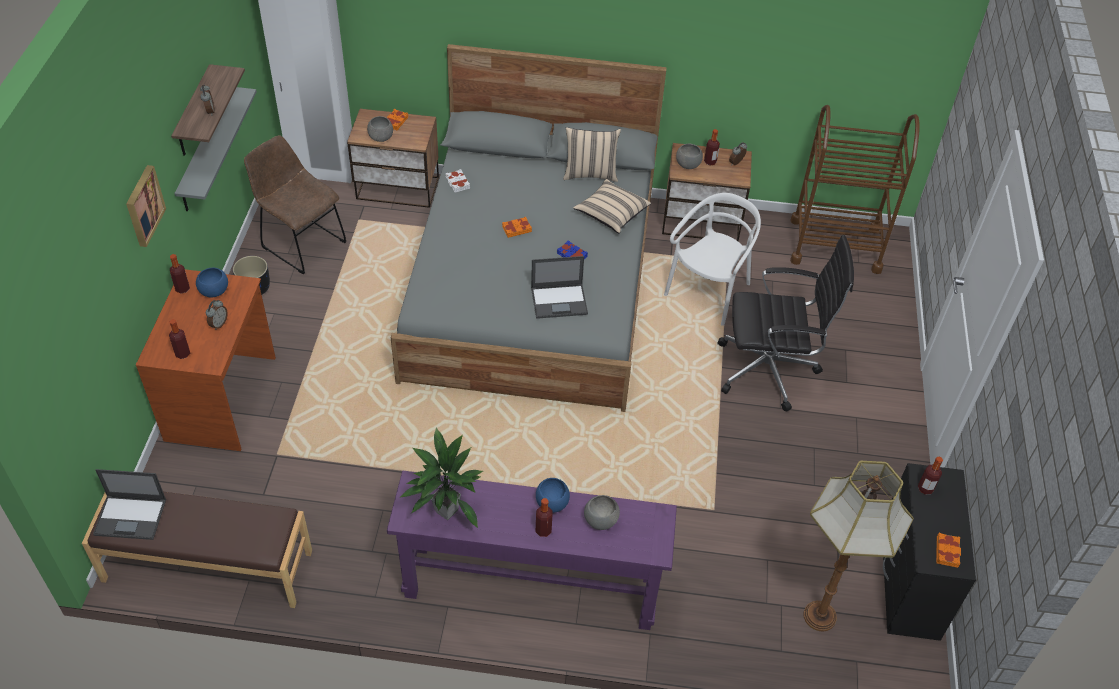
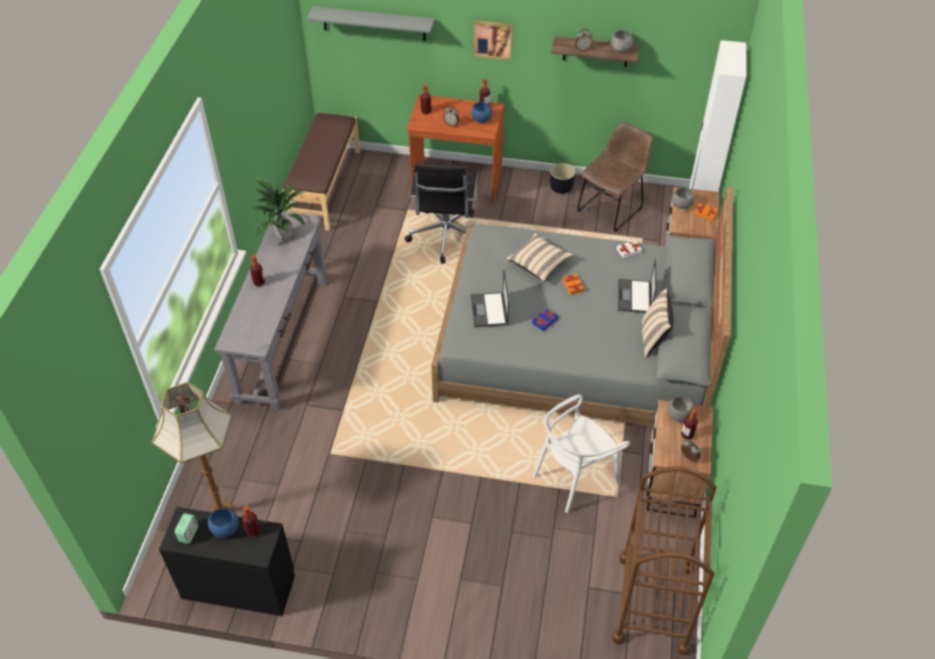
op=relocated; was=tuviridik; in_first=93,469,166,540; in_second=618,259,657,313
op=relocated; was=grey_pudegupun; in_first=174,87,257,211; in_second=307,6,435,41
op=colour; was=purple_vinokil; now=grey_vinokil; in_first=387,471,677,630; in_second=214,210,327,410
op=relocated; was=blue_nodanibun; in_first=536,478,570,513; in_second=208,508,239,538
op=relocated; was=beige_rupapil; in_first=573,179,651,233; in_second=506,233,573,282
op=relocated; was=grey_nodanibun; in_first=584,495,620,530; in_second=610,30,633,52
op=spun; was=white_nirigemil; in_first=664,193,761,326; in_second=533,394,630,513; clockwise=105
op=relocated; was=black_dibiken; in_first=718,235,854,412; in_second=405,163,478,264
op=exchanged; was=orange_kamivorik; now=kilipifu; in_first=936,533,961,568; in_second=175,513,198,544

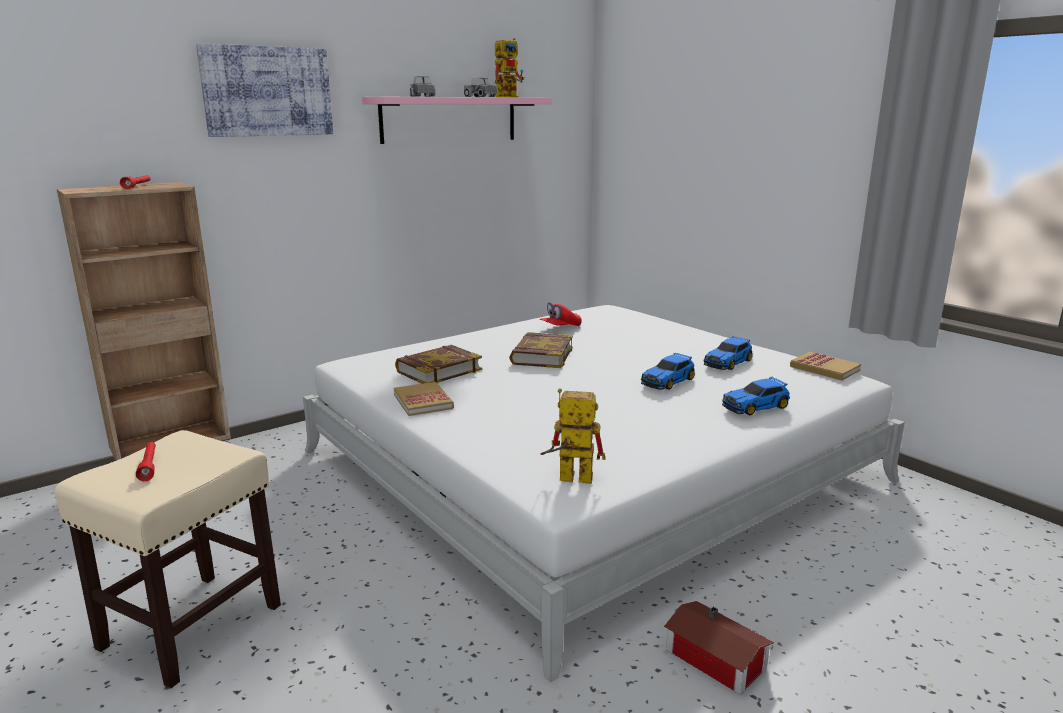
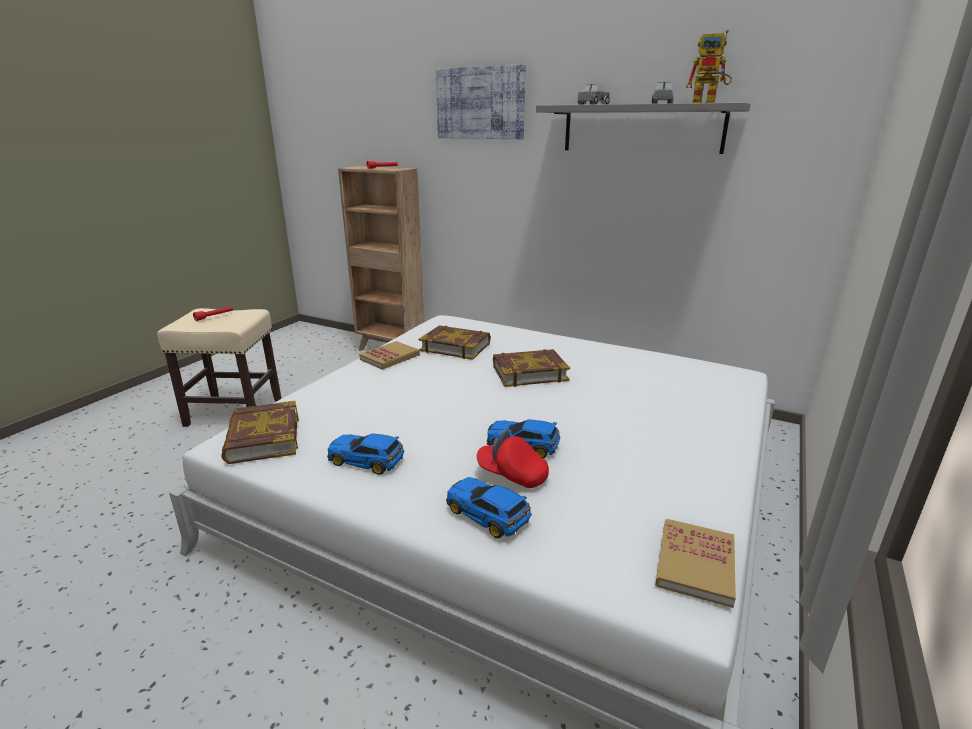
op=colour; was=pink_pudegupun; now=grey_pudegupun; in_first=362,97,552,144; in_second=536,102,750,154
op=relocated; was=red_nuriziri; in_first=539,302,582,326; in_second=477,429,549,488
op=exchanged; was=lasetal; now=kamivorik; in_first=541,388,605,484; in_second=221,401,299,464
op=missing; was=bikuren; in_first=664,601,774,695
op=relocated; was=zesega; in_first=703,336,753,370; in_second=327,433,405,475

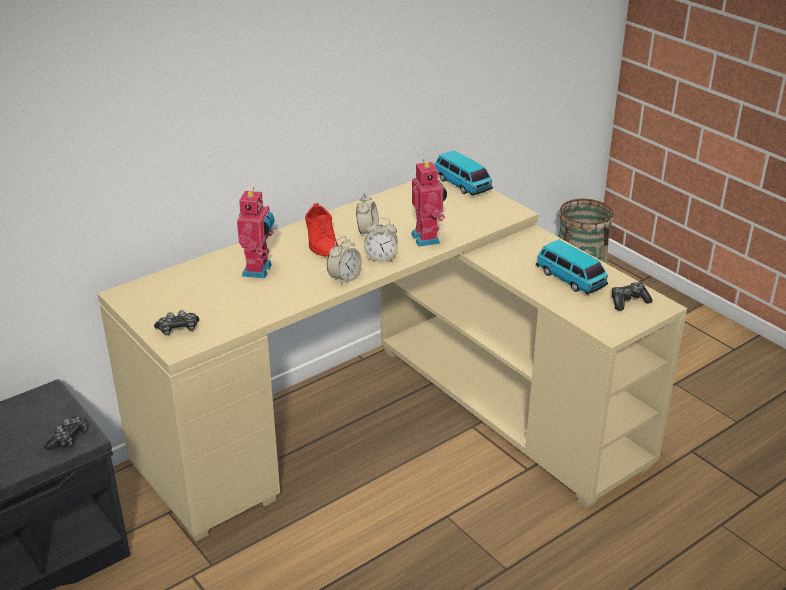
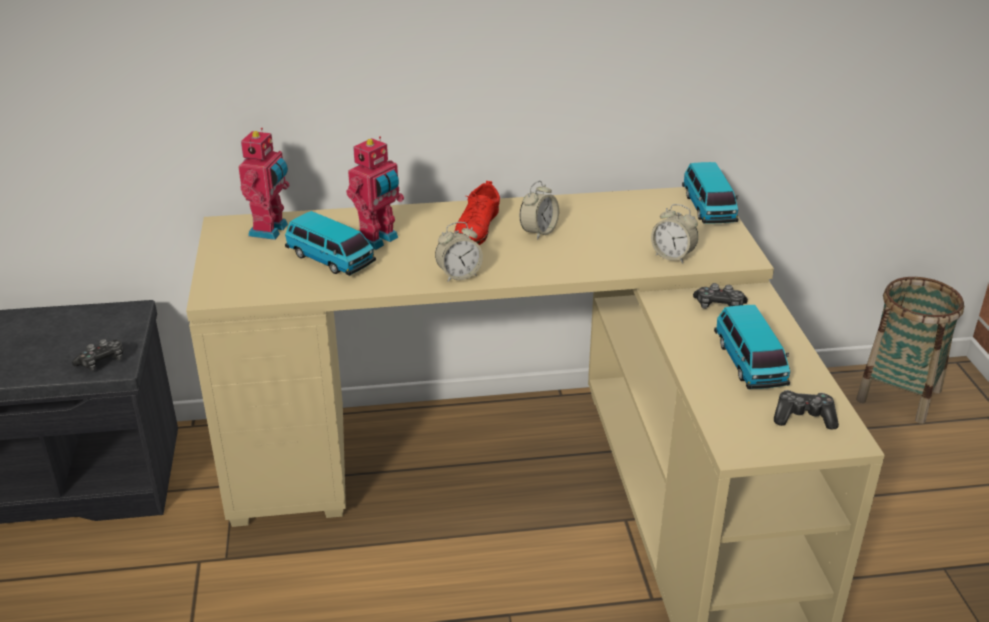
op=relocated; was=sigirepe; in_first=154,310,199,335; in_second=693,283,748,309
op=relocated; was=kilipifu; in_first=364,218,398,262; in_second=651,204,698,263
op=relocated; was=lasetal; in_first=411,159,447,247; in_second=238,127,290,240
op=appeared; now=zesega; in_second=285,211,376,276

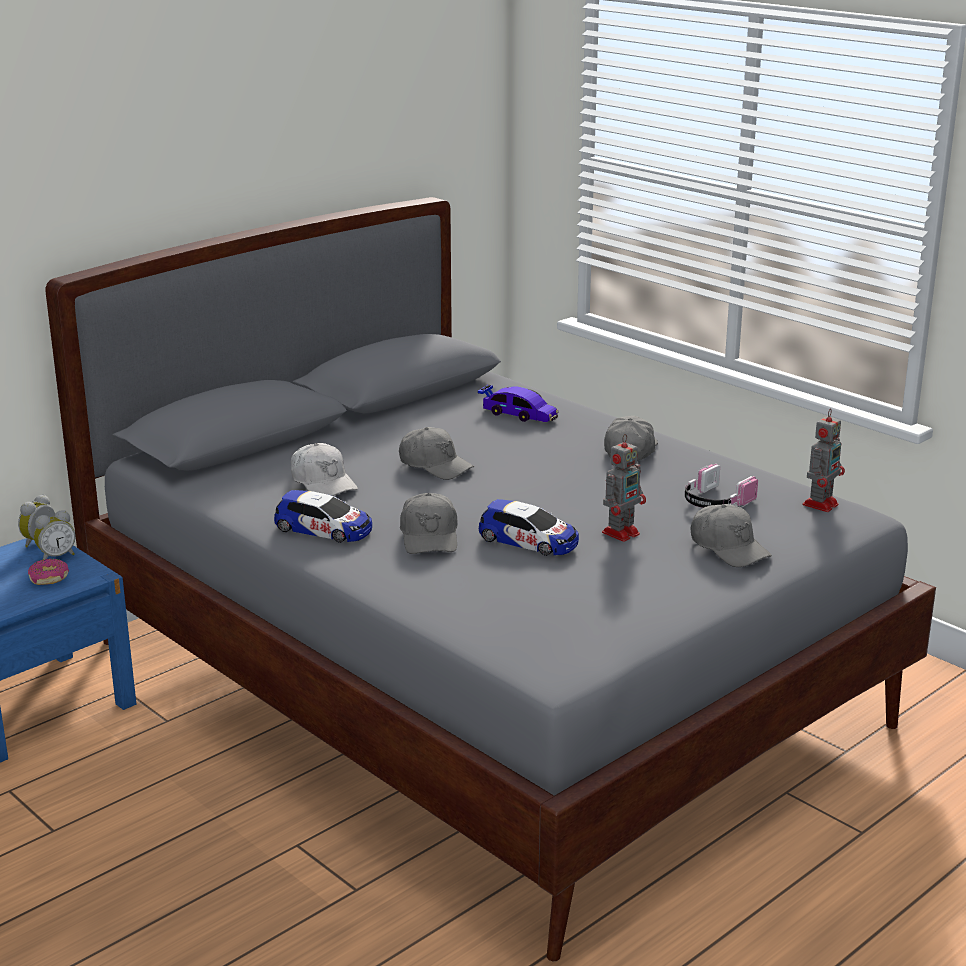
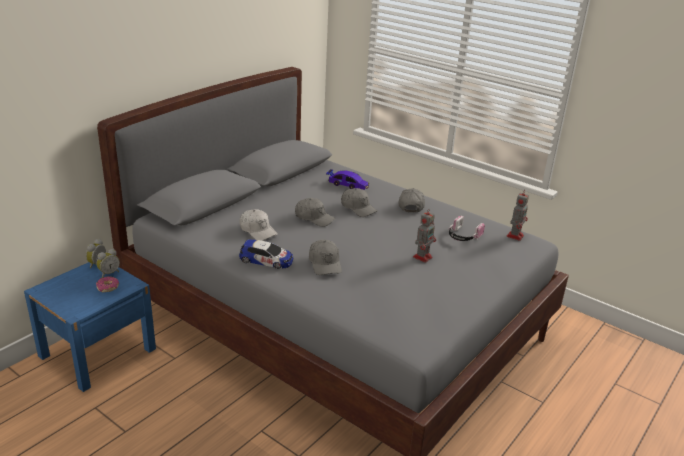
op=missing; was=zesega; in_first=479,499,579,556
op=relocated; was=grey_nuriziri; in_first=691,504,772,567; in_second=341,188,378,217

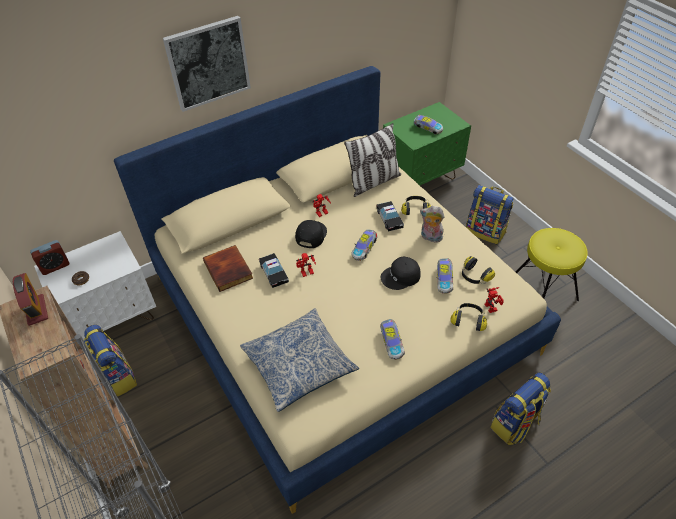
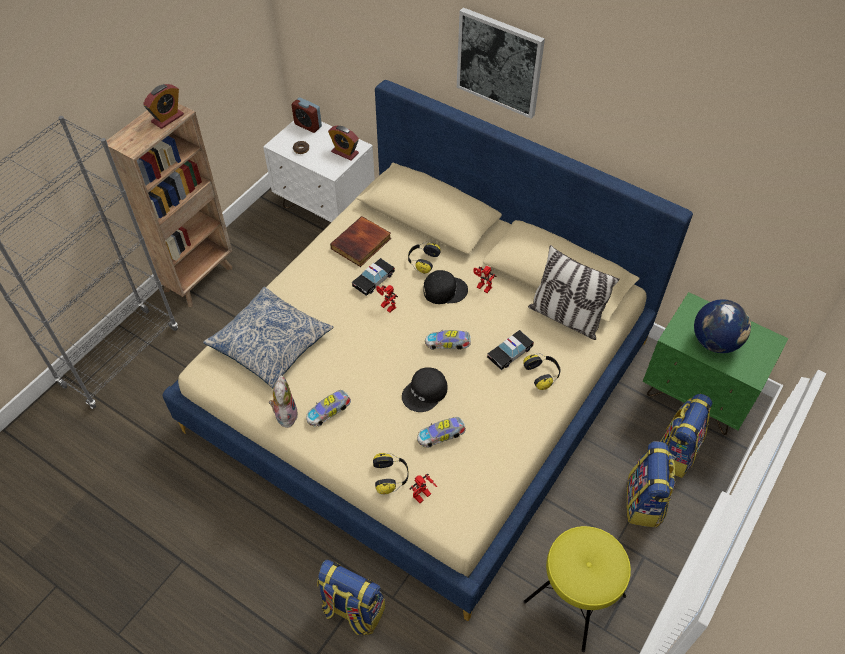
op=relocated; was=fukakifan; in_first=84,325,137,397; in_second=660,394,712,478
op=spun; was=black_nuriziri; in_first=381,257,420,290; in_second=402,367,448,412; clockwise=-90
op=exchanged; was=zesega; now=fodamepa; in_first=414,115,443,134; in_second=694,299,751,353
op=relocated; was=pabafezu; in_first=420,206,445,243; in_second=269,375,298,428
op=relocated; was=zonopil; in_first=462,256,495,284; in_second=408,241,441,274
op=appeared; now=kilipifu; in_second=328,125,359,161

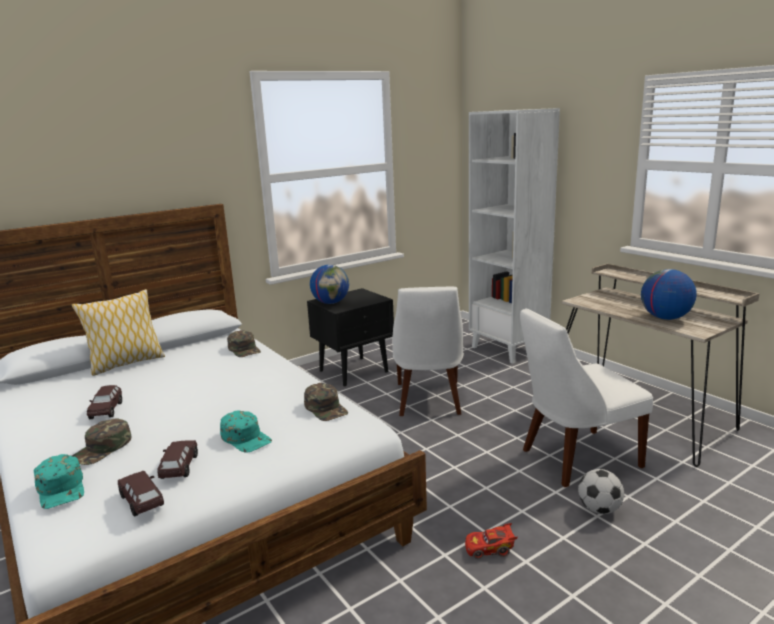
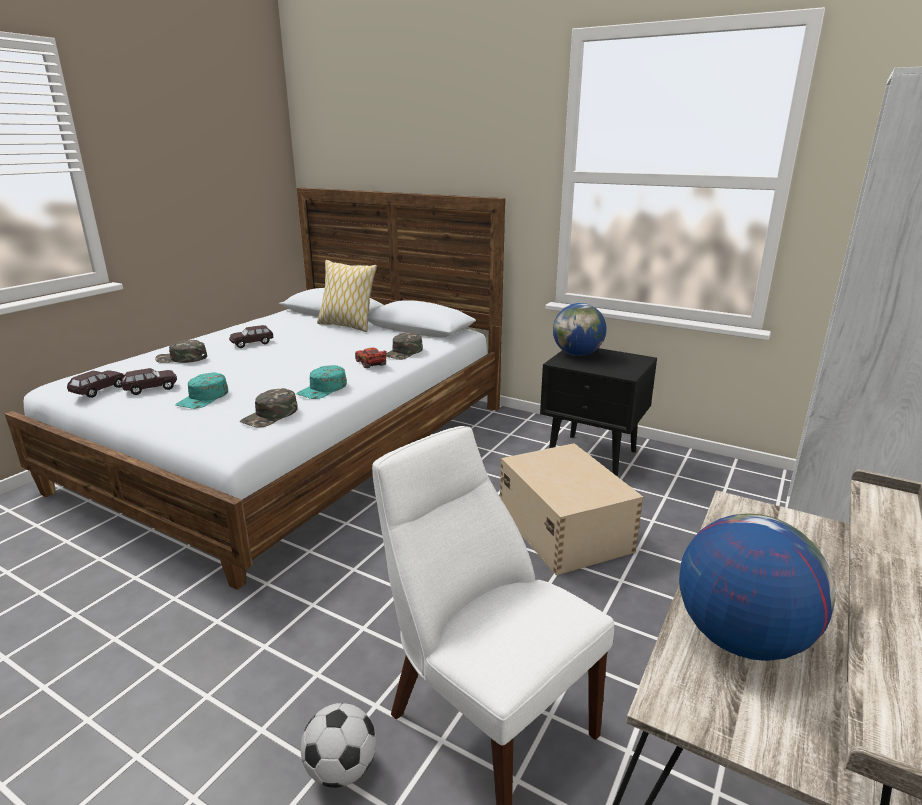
op=relocated; was=turquoise_nuriziri; in_first=34,454,84,509; in_second=296,365,347,399
op=exchanged; was=white_nirigemil; now=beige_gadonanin; in_first=392,287,464,416; in_second=500,443,643,575
op=relocated; was=red_zesega; in_first=465,523,518,559; in_second=355,348,387,368

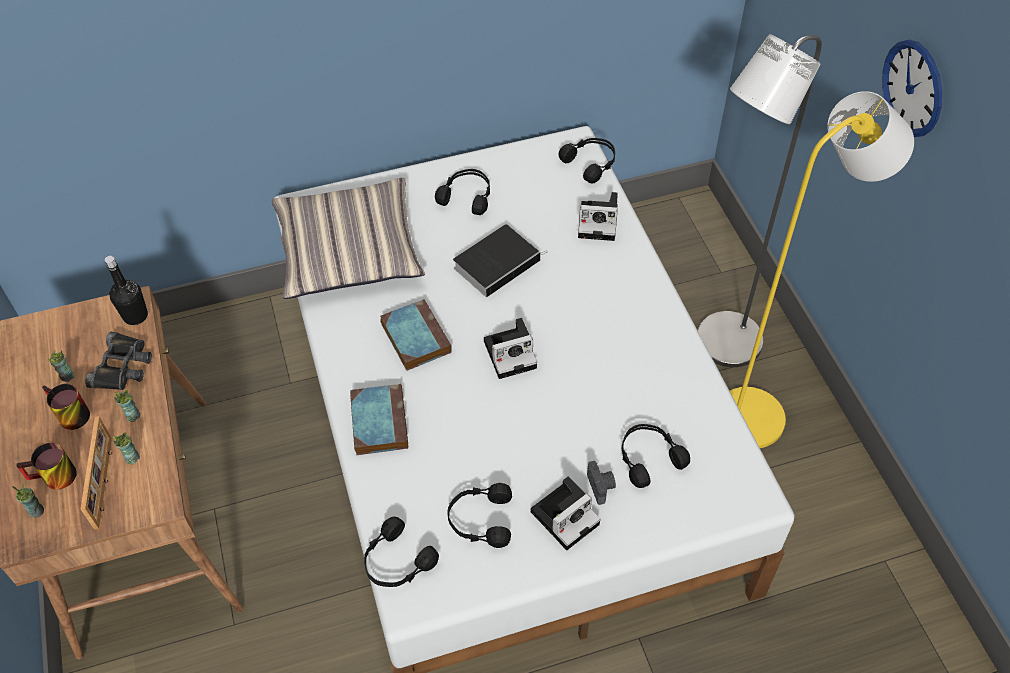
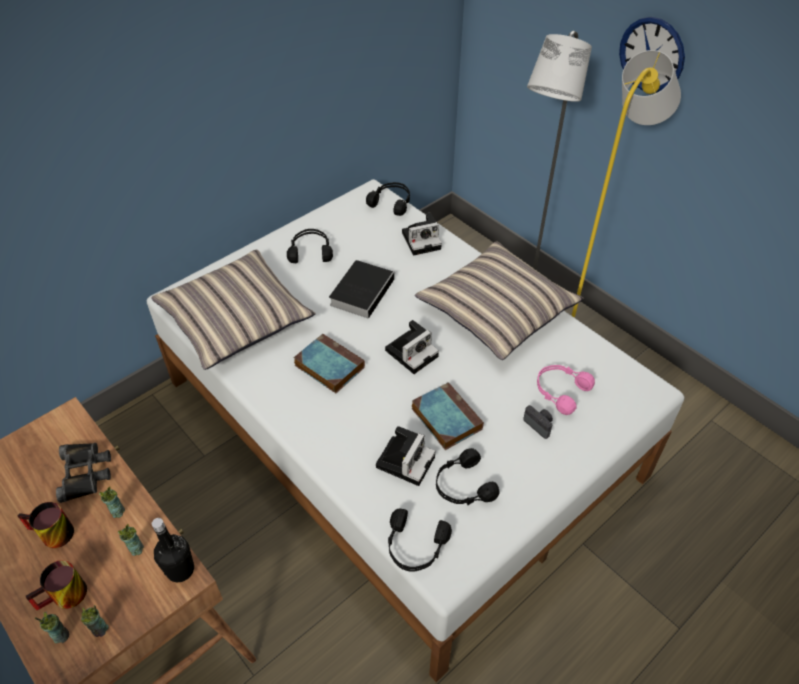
op=relocated; was=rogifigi; in_first=48,350,75,382; in_second=80,605,108,637
op=missing; was=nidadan; in_first=81,416,112,529
op=relocated; was=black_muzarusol; in_first=105,256,148,325; in_second=152,518,194,582
op=relocated; was=kamivorik; in_first=350,384,408,455; in_second=412,382,484,450
op=relocated; was=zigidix; in_first=531,477,601,550; in_second=376,426,435,486
op=colour; was=black_zonopil; now=pink_zonopil; in_first=622,424,690,488; in_second=537,365,595,415
op=appeared; now=rupapil; in_second=415,241,583,360

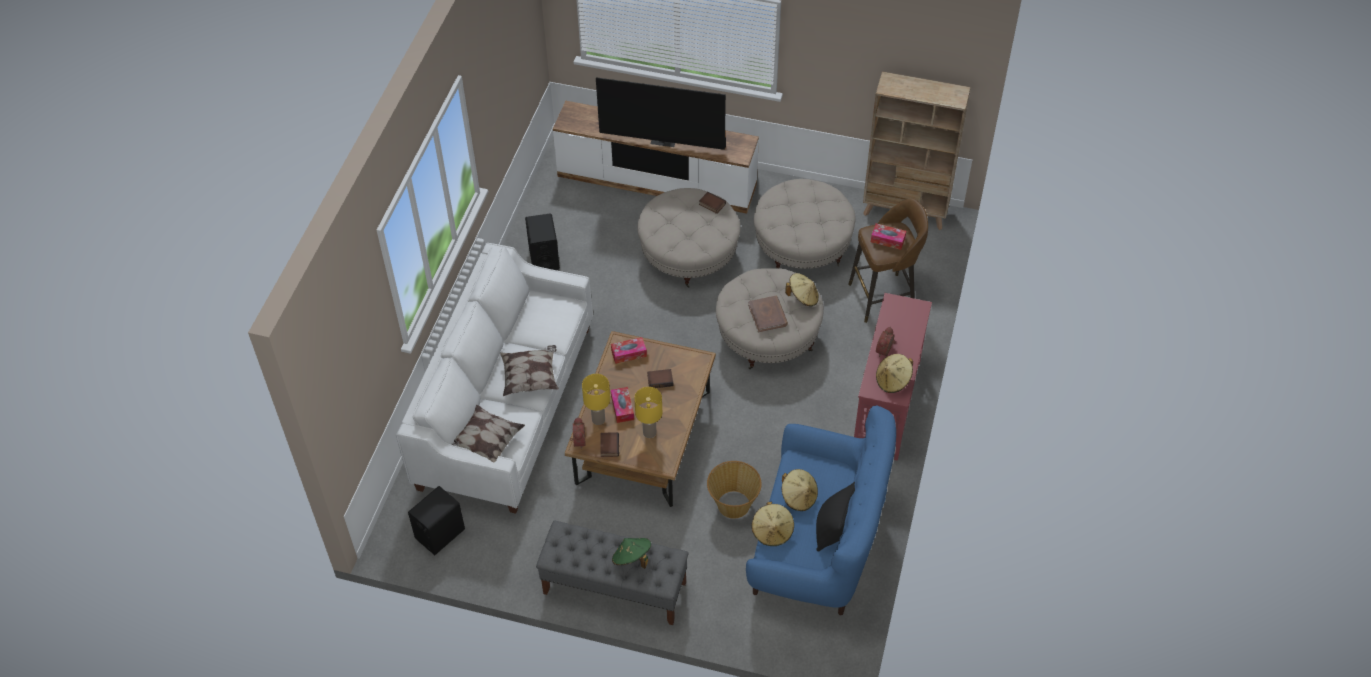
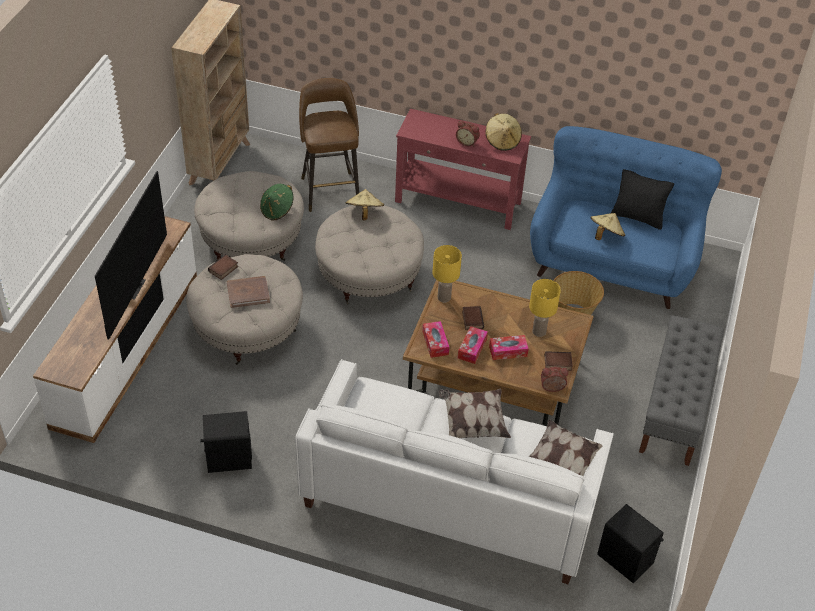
op=relocated; was=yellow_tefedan; in_first=582,374,610,425; in_second=433,245,462,303
op=relocated; was=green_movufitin; in_first=612,538,651,569; in_second=260,184,294,220
op=relocated; was=brown_kamivorik; in_first=748,296,788,332; in_second=227,276,270,308
op=missing; was=beige_movufitin; in_first=751,502,794,546
op=relocated; was=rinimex; in_first=871,224,906,250; in_second=458,326,488,364

